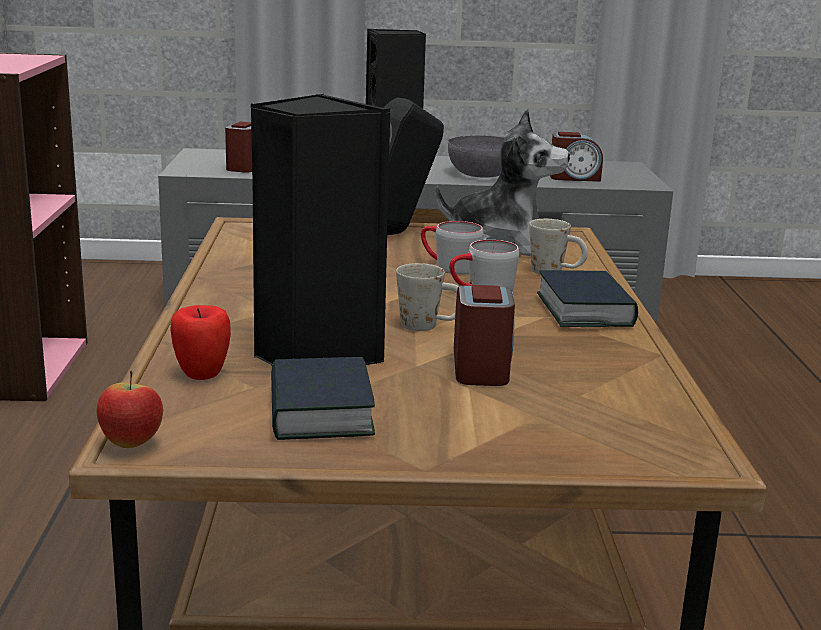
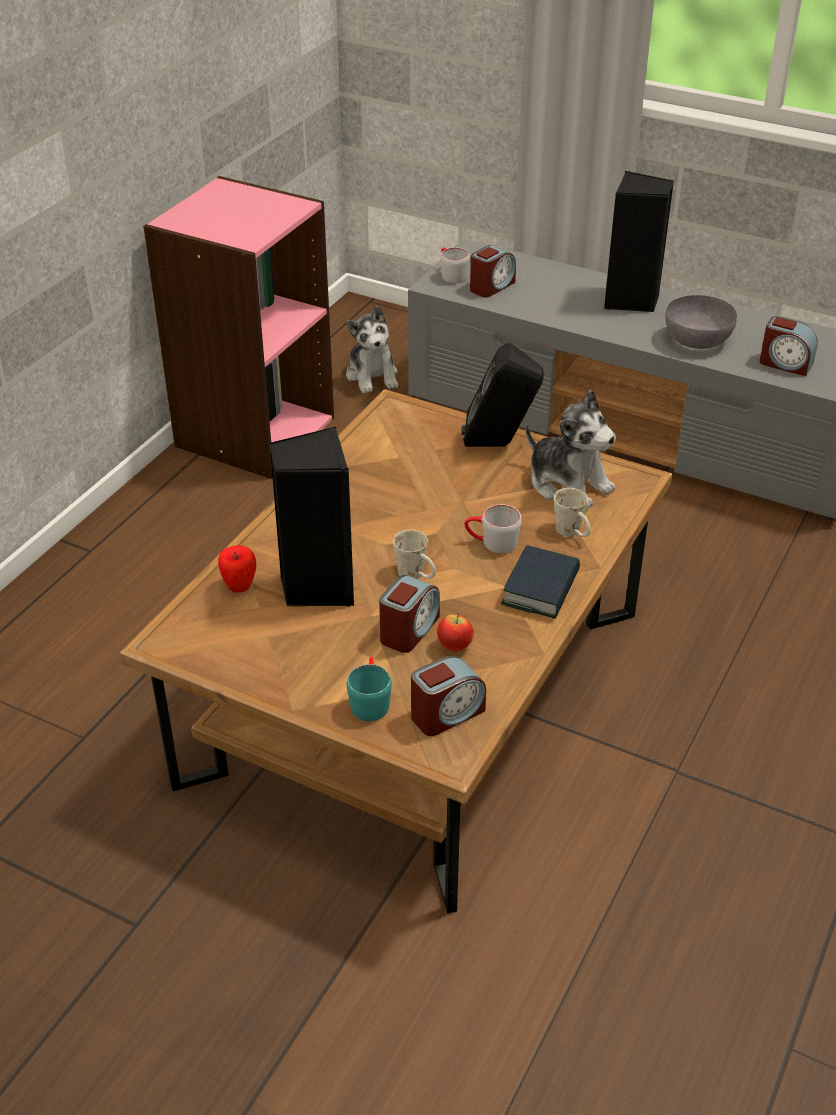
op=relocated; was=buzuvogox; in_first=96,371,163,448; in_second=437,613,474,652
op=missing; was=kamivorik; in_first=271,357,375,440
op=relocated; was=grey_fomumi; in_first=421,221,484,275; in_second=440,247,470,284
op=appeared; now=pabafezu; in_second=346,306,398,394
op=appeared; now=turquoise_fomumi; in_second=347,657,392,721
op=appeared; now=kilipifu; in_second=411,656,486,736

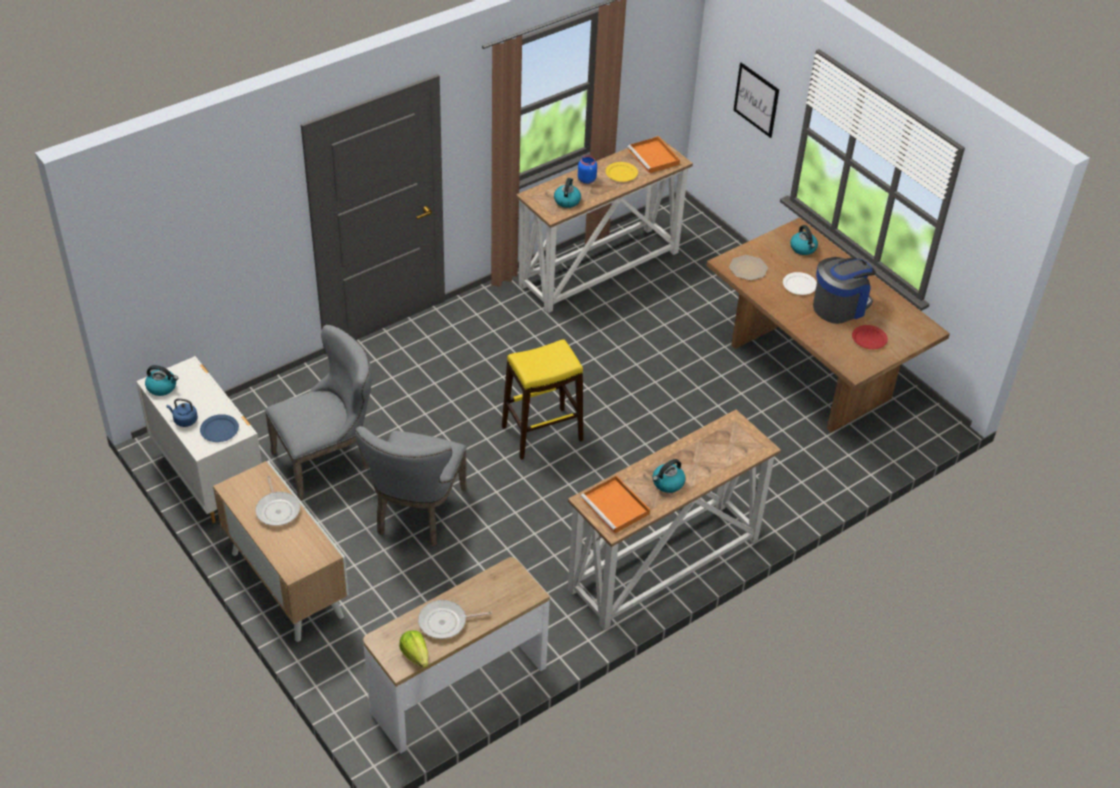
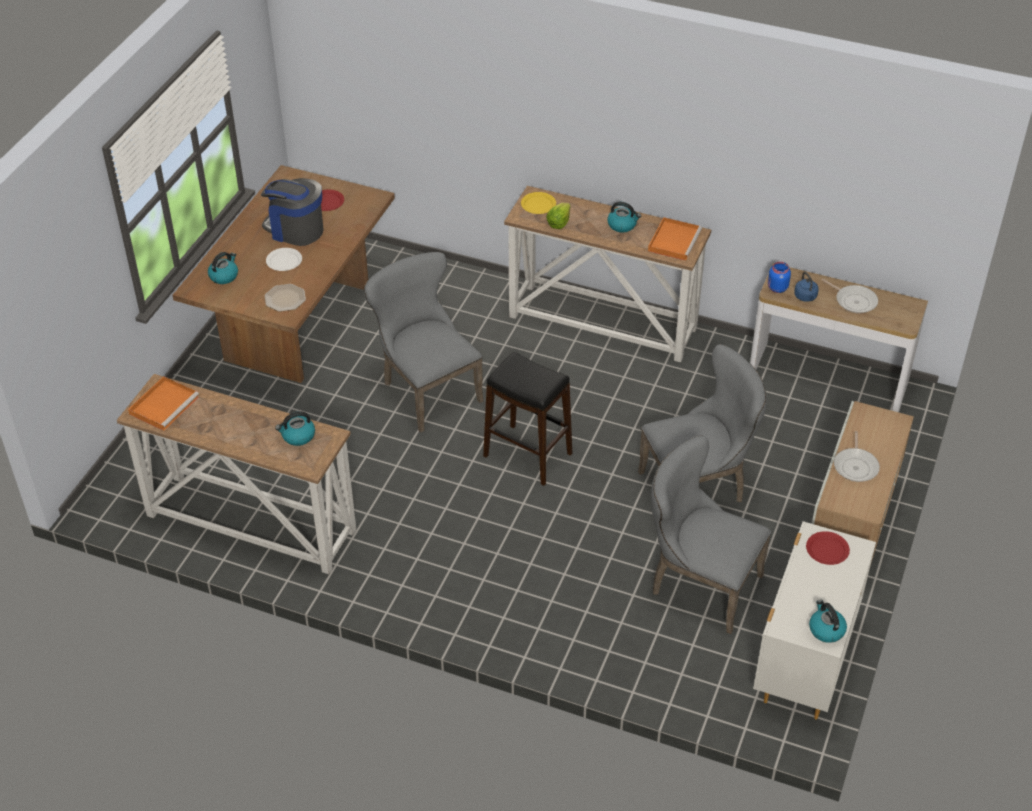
op=relocated; was=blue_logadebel; in_first=167,398,198,427; in_second=794,272,819,302
op=colour; was=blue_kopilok; now=red_kopilok; in_first=200,414,239,442; in_second=806,531,850,565
op=spun; was=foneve; in_first=255,476,300,526; in_second=834,431,880,482; clockwise=150
op=relocated; was=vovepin; in_first=399,630,428,668; in_second=546,203,571,229
op=colour; was=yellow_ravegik; now=black_ravegik; in_first=502,339,583,460; in_second=483,352,572,486
op=relocated; was=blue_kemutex; in_first=578,155,597,184; in_second=768,262,791,293
op=relocated; was=yellow_kopilok; in_first=605,162,638,182; in_second=521,192,556,214
op=missing; was=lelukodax; in_first=734,63,779,138
op=appeared; now=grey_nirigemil; in_second=364,252,483,433

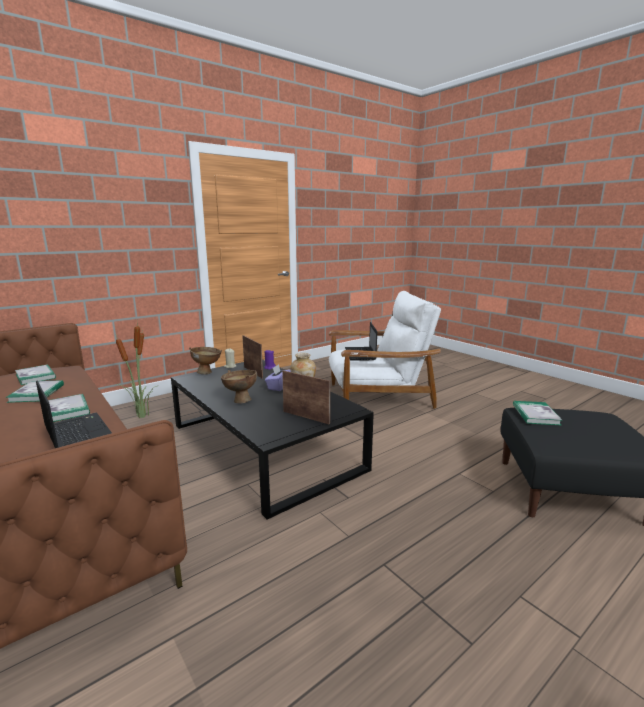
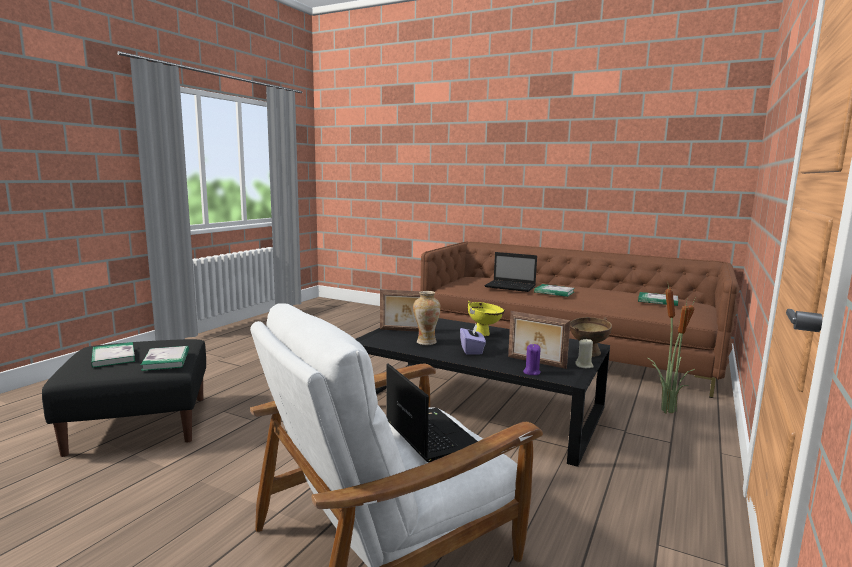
op=relocated; was=kamivorik; in_first=6,380,64,403; in_second=91,342,135,368
op=colour; was=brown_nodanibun; now=yellow_nodanibun; in_first=221,370,257,403; in_second=468,301,505,336

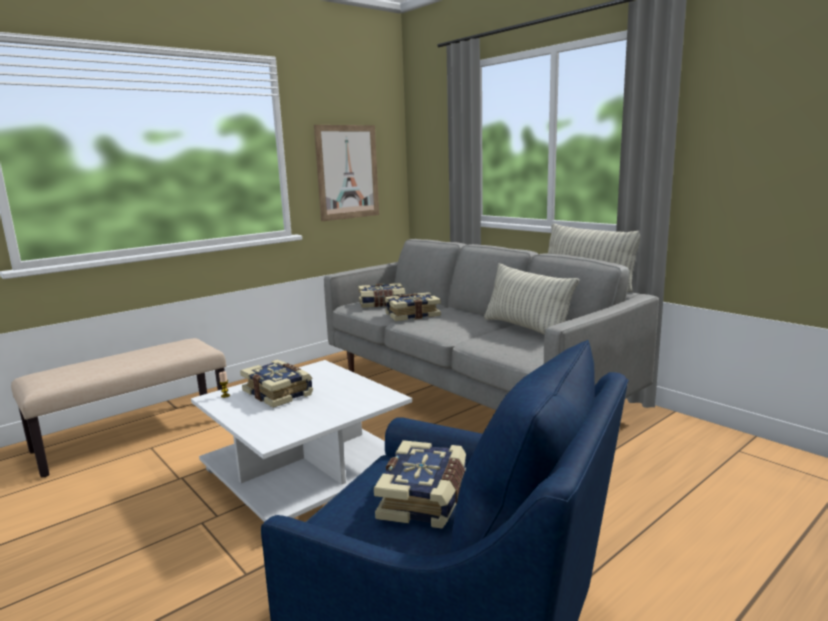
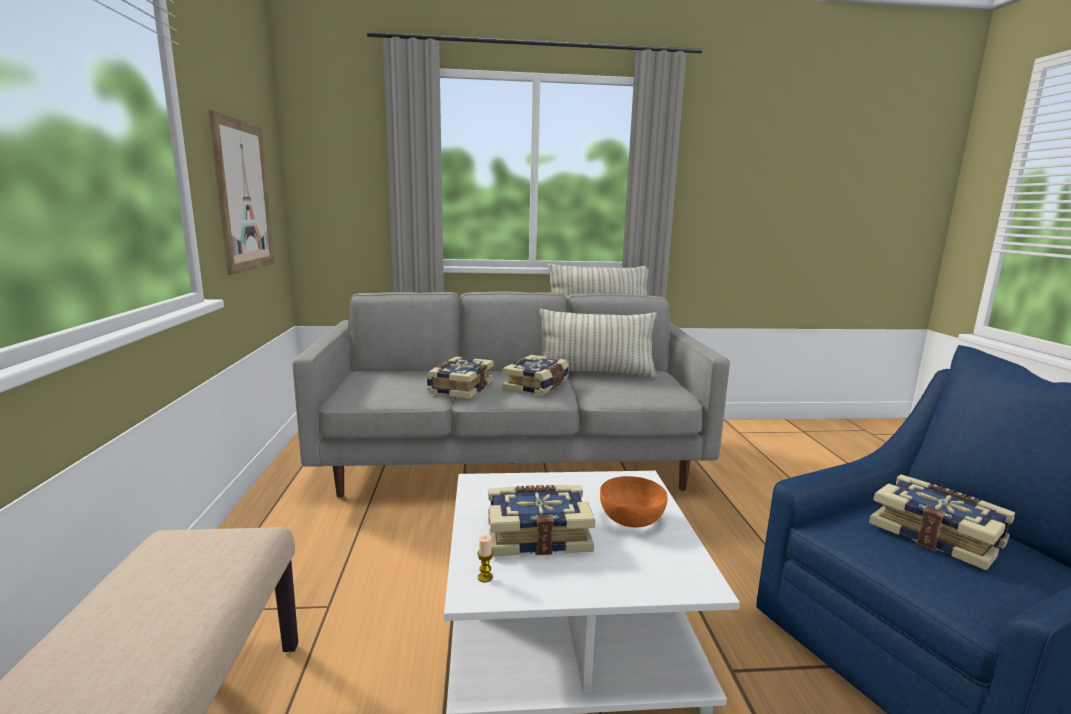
op=relocated; was=kamivorik; in_first=358,283,405,308; in_second=502,355,569,396
op=appeared; now=orange_nodanibun; in_second=600,476,668,527

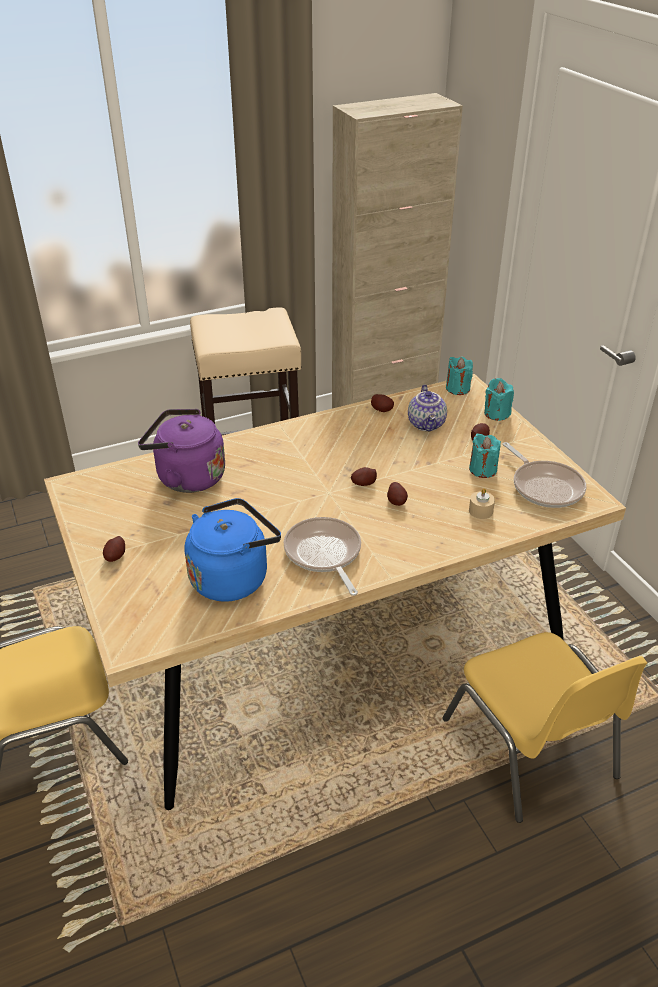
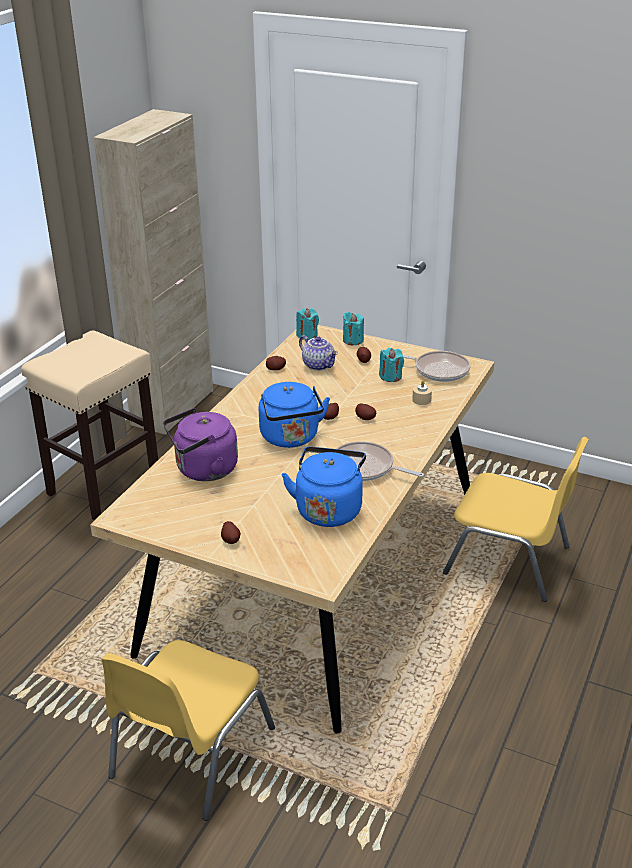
op=appeared; now=blue_logadebel; in_second=259,382,330,448

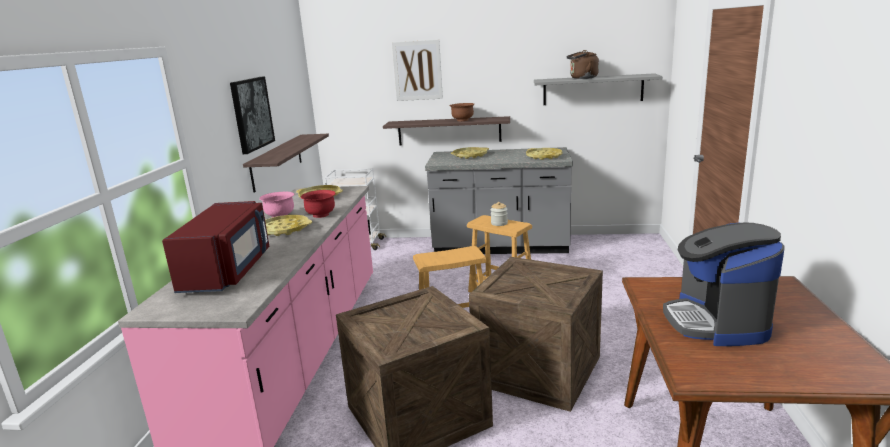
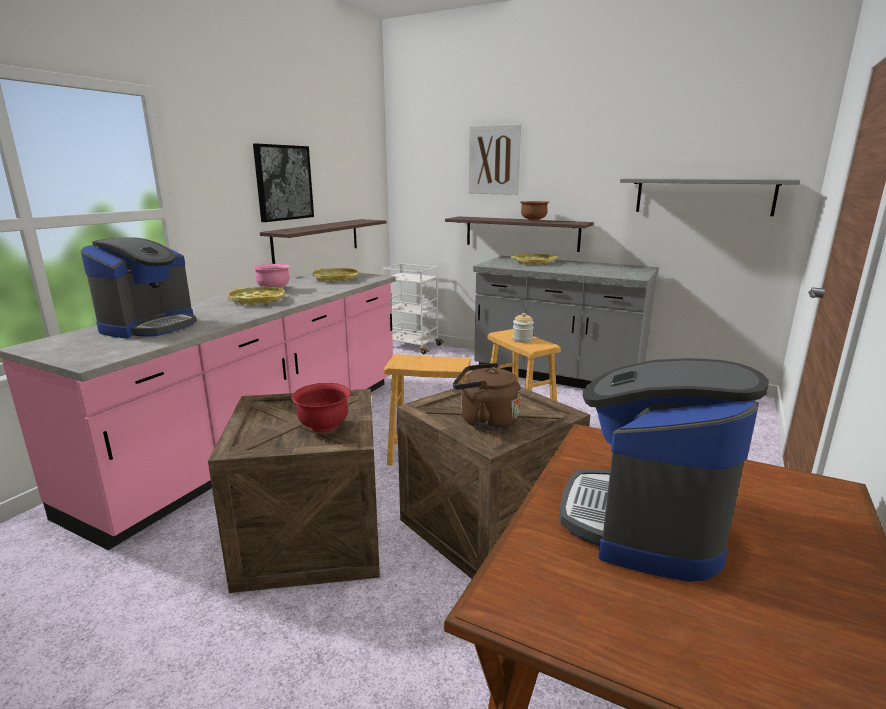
op=exchanged; was=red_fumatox; now=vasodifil; in_first=162,201,270,293; in_second=80,237,197,339
op=relocated; was=red_nodanibun; in_first=301,190,336,218; in_second=292,383,351,433
op=missing; was=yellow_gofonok; in_first=526,148,562,160
op=relocated; was=brown_logadebel; in_first=566,50,599,79; in_second=453,363,521,430

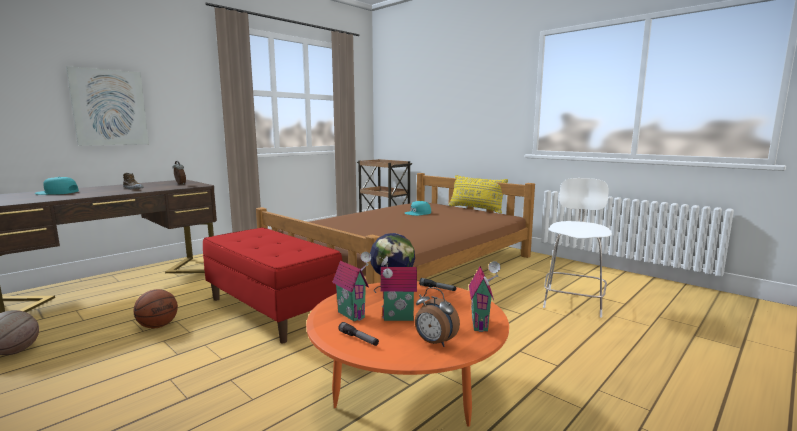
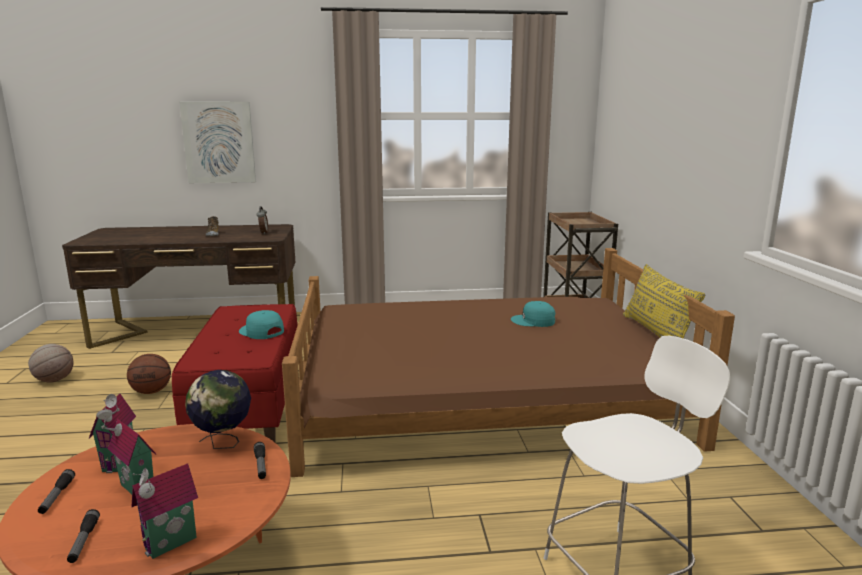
op=relocated; was=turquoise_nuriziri; in_first=35,177,79,195; in_second=239,310,284,339
op=exchanged; was=kilipifu; now=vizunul; in_first=415,287,460,347; in_second=67,509,100,563

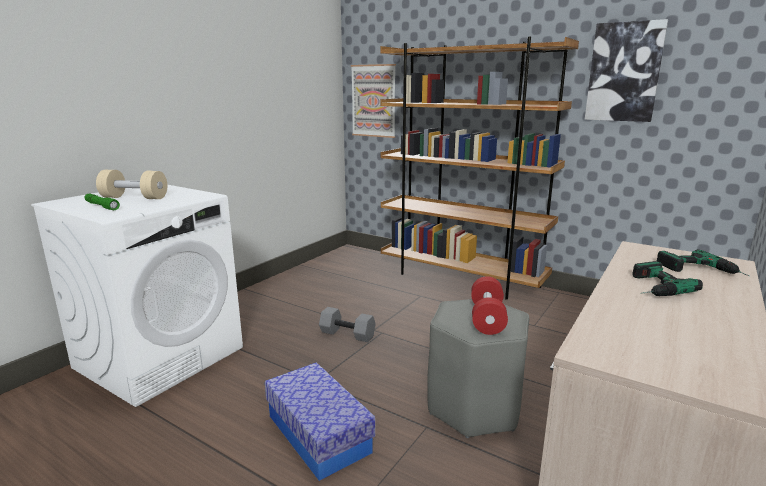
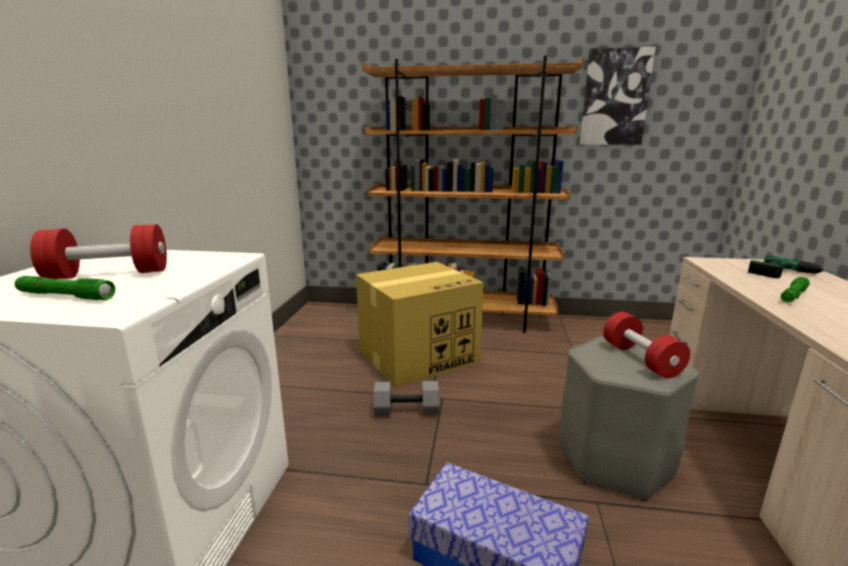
op=colour; was=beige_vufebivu; now=red_vufebivu; in_first=96,170,167,199; in_second=30,224,167,279
op=missing; was=lelukodax; in_first=351,64,396,138
op=exchanged; was=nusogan; now=green_vizunul; in_first=632,261,703,296; in_second=781,277,810,302
op=appeared; now=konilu; in_second=356,262,484,387

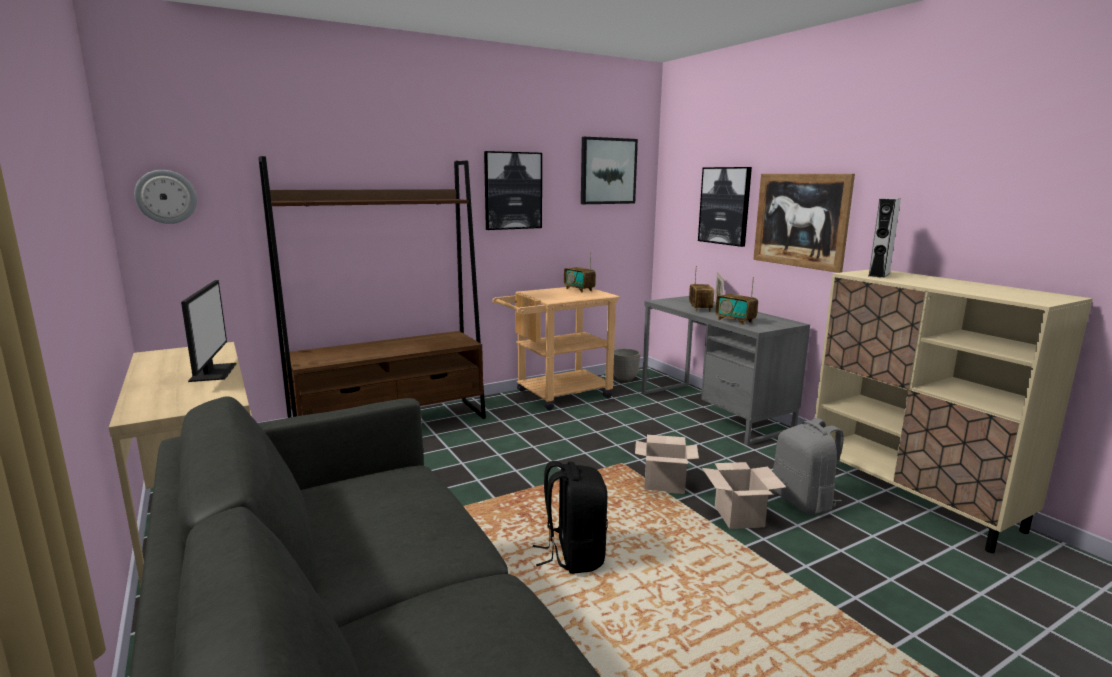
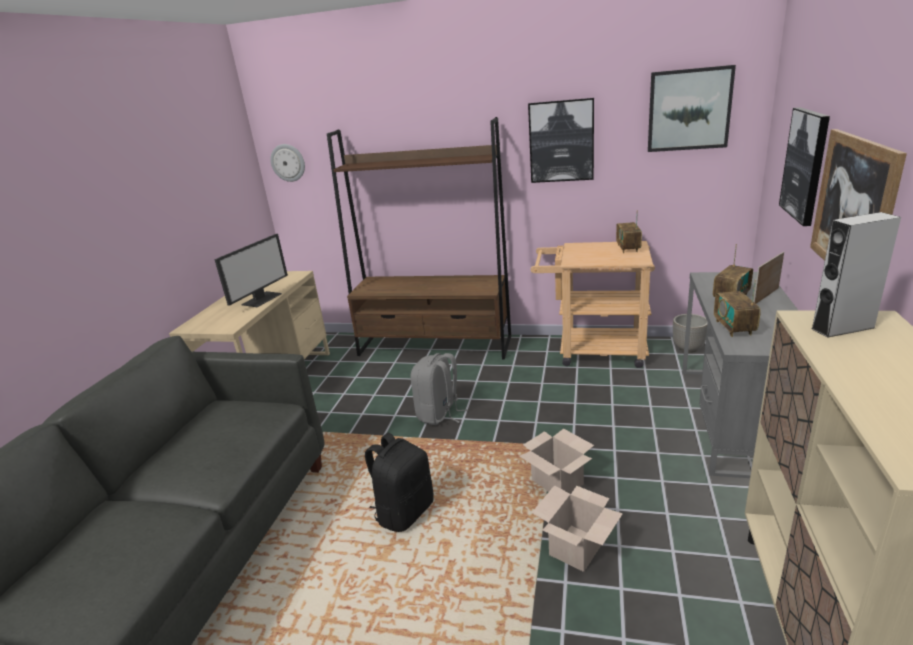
op=relocated; was=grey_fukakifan; in_first=773,418,844,515; in_second=411,353,468,425

